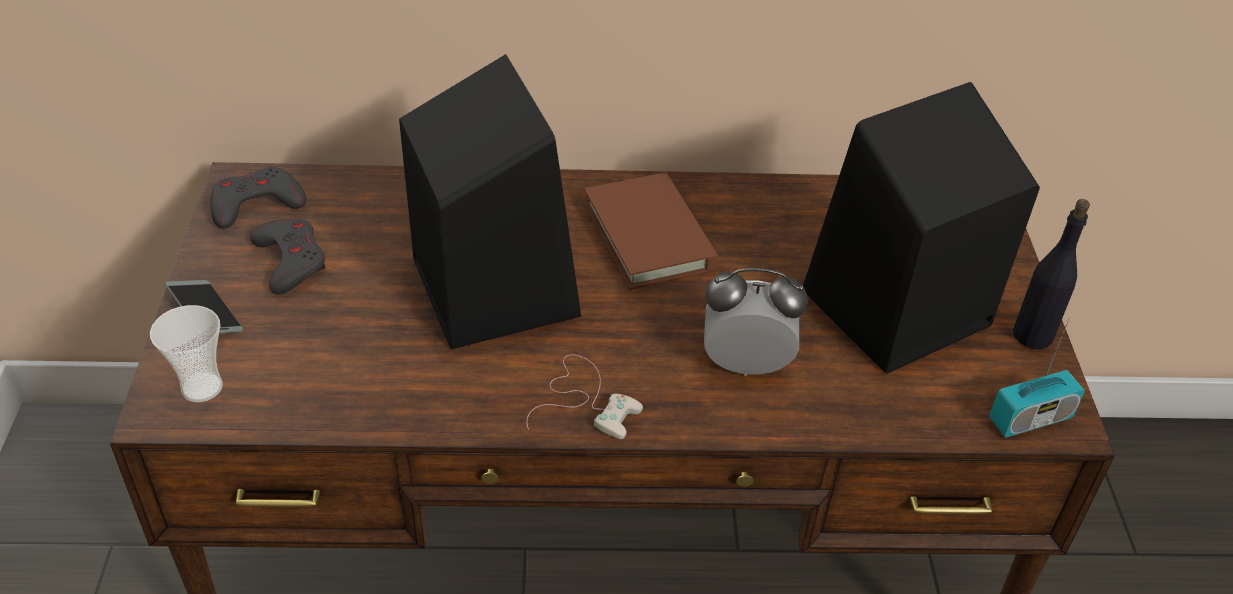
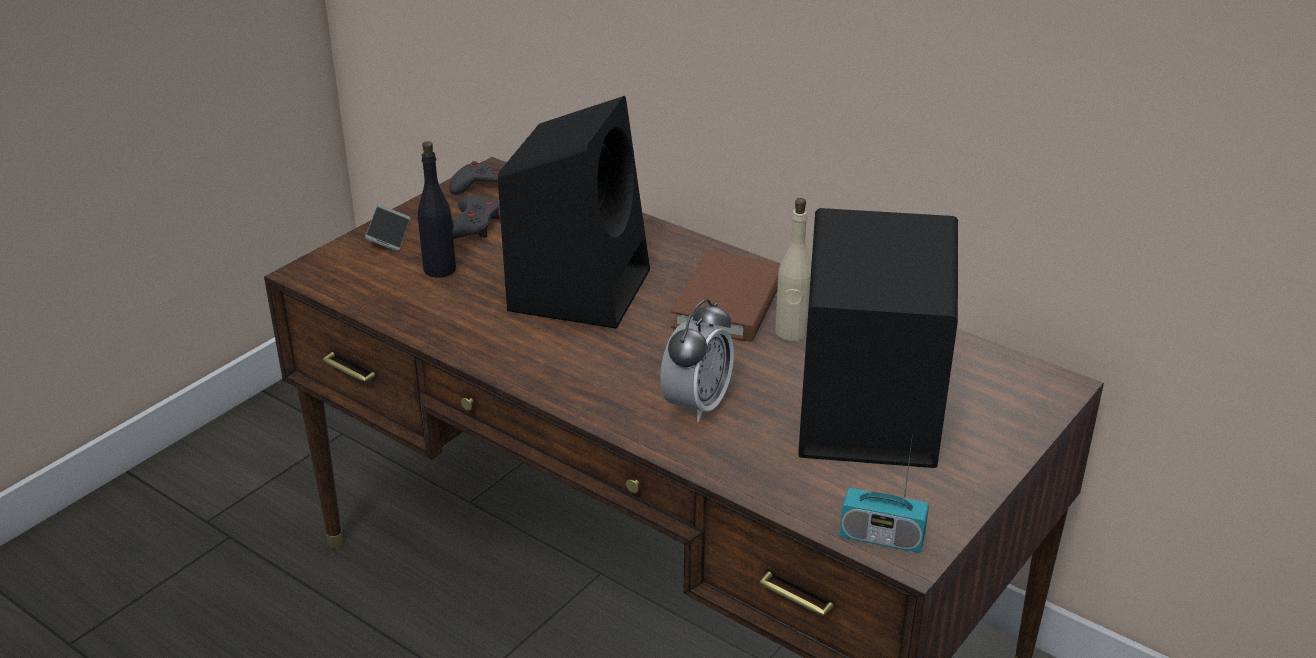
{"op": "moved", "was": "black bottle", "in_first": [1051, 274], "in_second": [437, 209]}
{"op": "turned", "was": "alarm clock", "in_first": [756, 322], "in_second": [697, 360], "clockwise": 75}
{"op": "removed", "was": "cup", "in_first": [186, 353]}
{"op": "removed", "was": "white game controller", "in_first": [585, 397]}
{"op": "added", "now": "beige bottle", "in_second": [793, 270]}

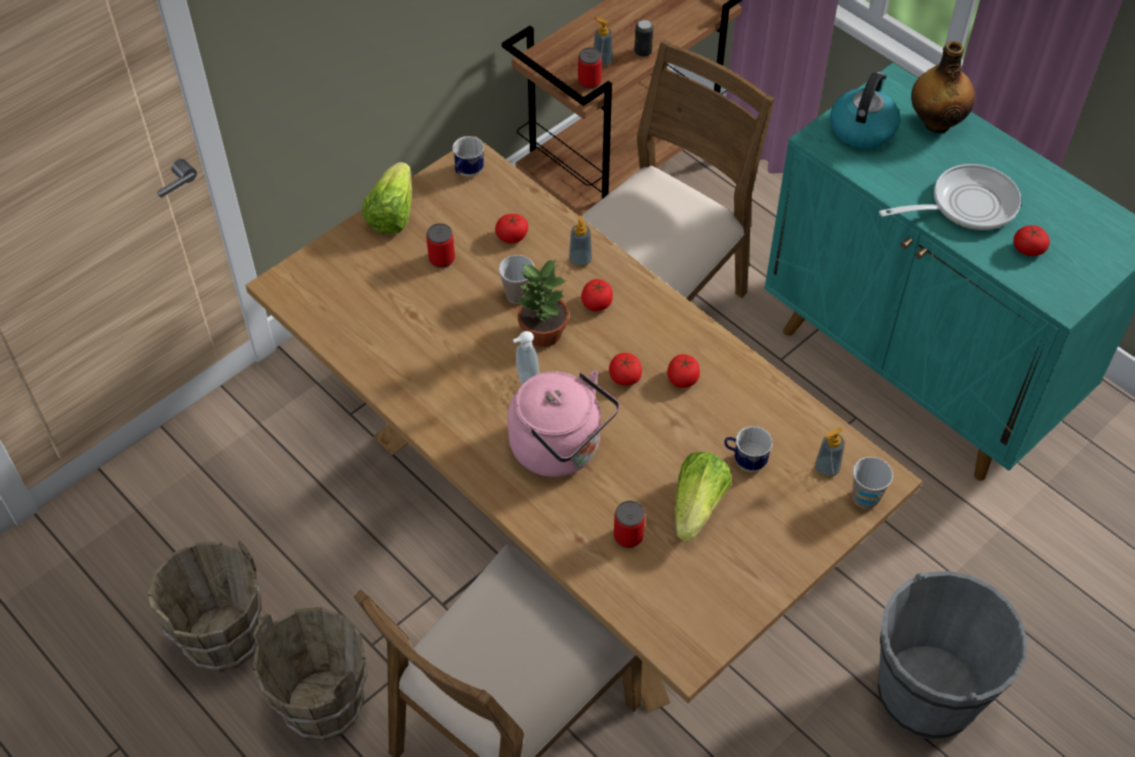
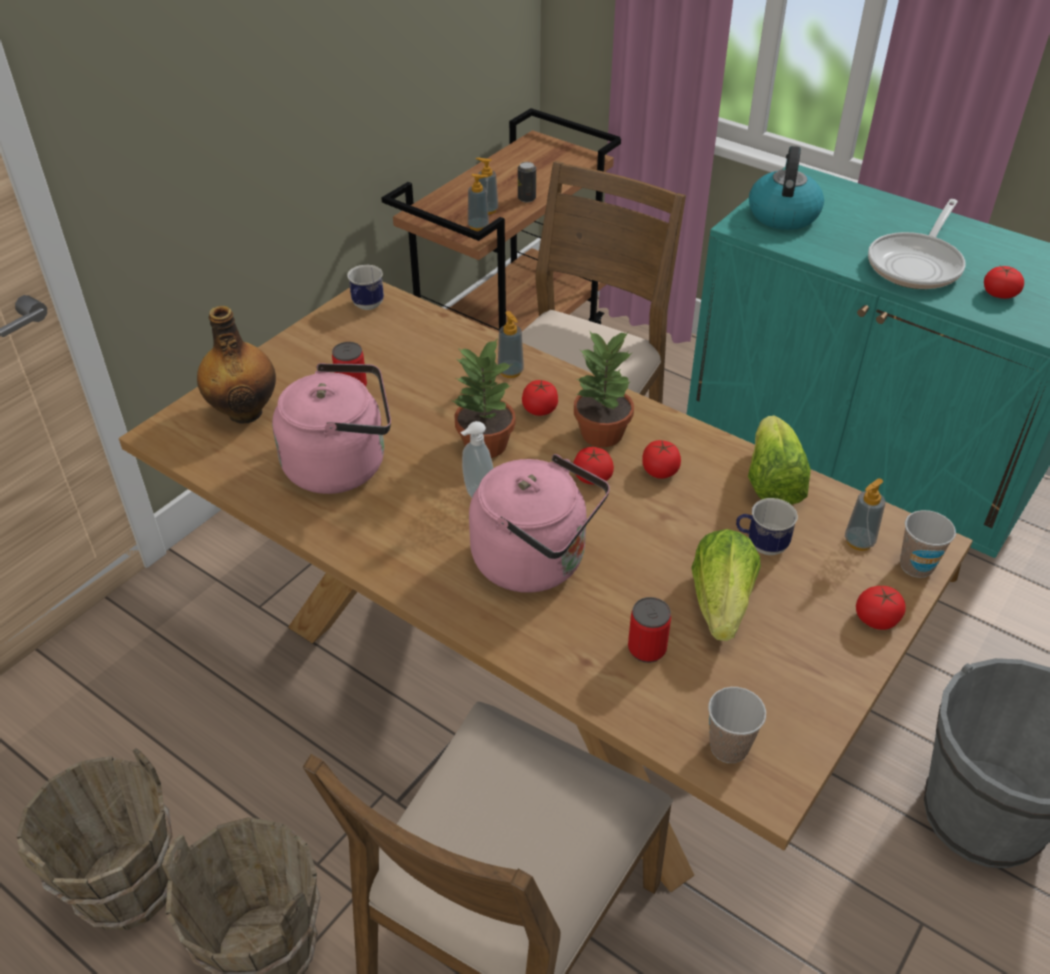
{"op": "moved", "was": "bottle", "in_first": [943, 87], "in_second": [236, 365]}
{"op": "replaced", "was": "can", "now": "soap dispenser", "in_first": [590, 68], "in_second": [478, 202]}
{"op": "moved", "was": "lettuce", "in_first": [387, 198], "in_second": [779, 460]}
{"op": "turned", "was": "frying pan", "in_first": [950, 197], "in_second": [916, 244], "clockwise": 150}
{"op": "moved", "was": "tomato", "in_first": [511, 229], "in_second": [881, 608]}
{"op": "moved", "was": "cup", "in_first": [517, 279], "in_second": [737, 725]}
{"op": "added", "now": "potted plant", "in_second": [604, 388]}
{"op": "added", "now": "pink kettle", "in_second": [331, 428]}

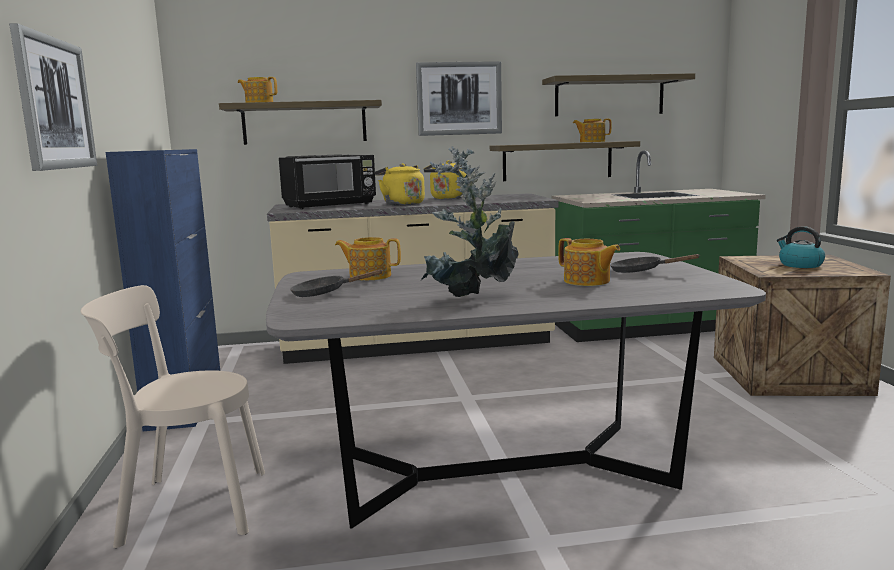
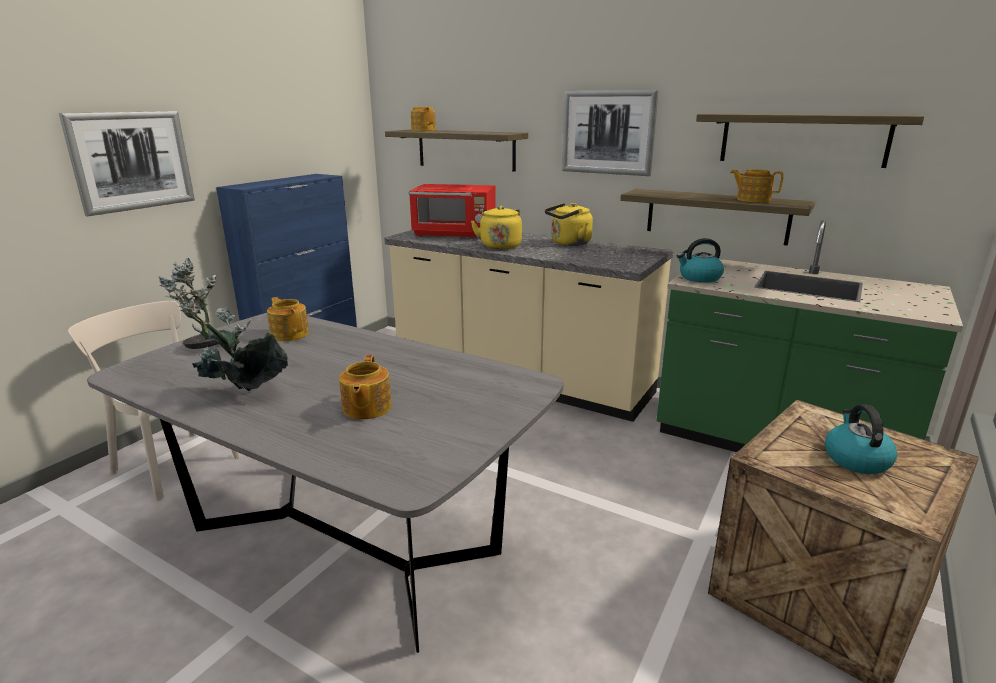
{"op": "recoloured", "was": "black microwave", "now": "red microwave", "in_first": [327, 182], "in_second": [452, 210]}
{"op": "removed", "was": "black frying pan", "in_first": [655, 263]}
{"op": "added", "now": "kettle", "in_second": [700, 260]}

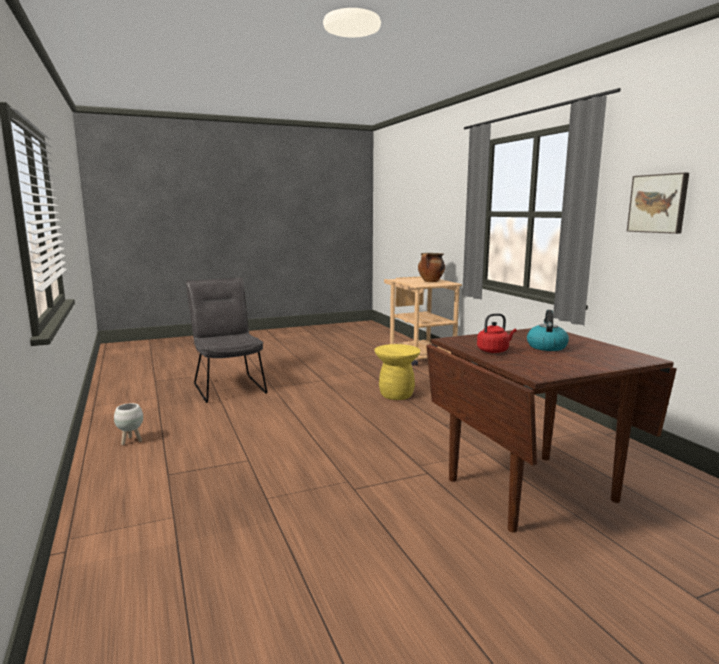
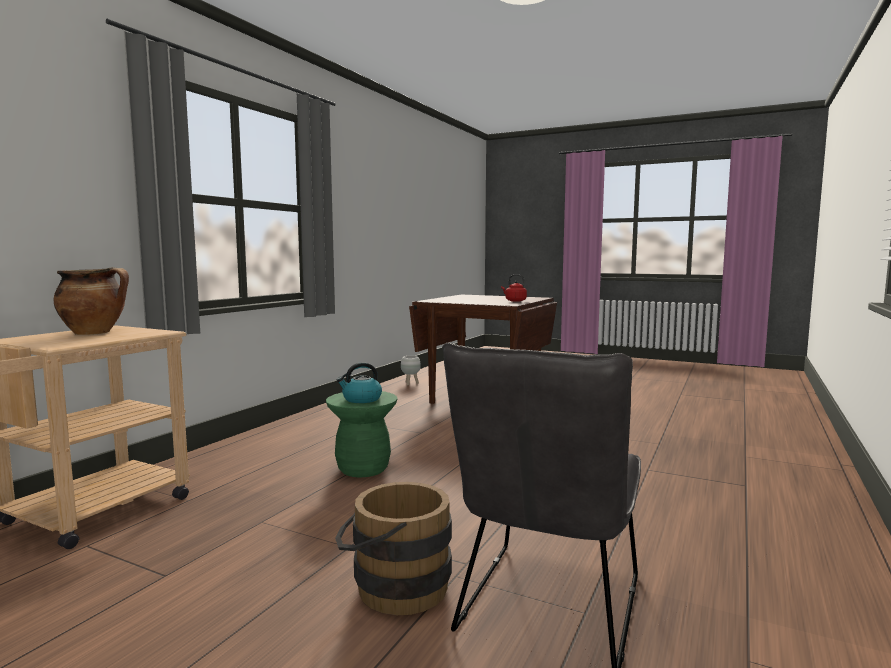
{"op": "removed", "was": "picture", "in_first": [658, 203]}
{"op": "moved", "was": "kettle", "in_first": [548, 330], "in_second": [359, 382]}
{"op": "recoloured", "was": "yellow stool", "now": "green stool", "in_first": [397, 372], "in_second": [362, 434]}
{"op": "moved", "was": "white planter", "in_first": [128, 424], "in_second": [411, 370]}
{"op": "added", "now": "brown bucket", "in_second": [393, 548]}

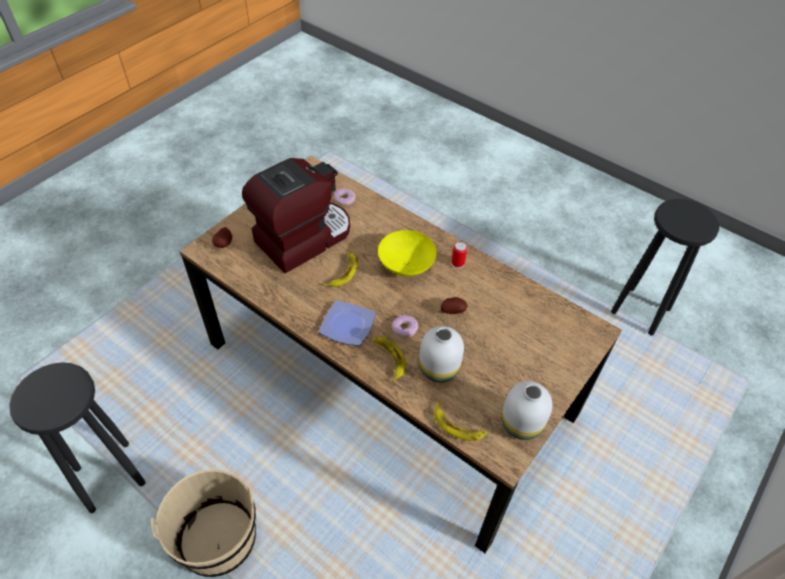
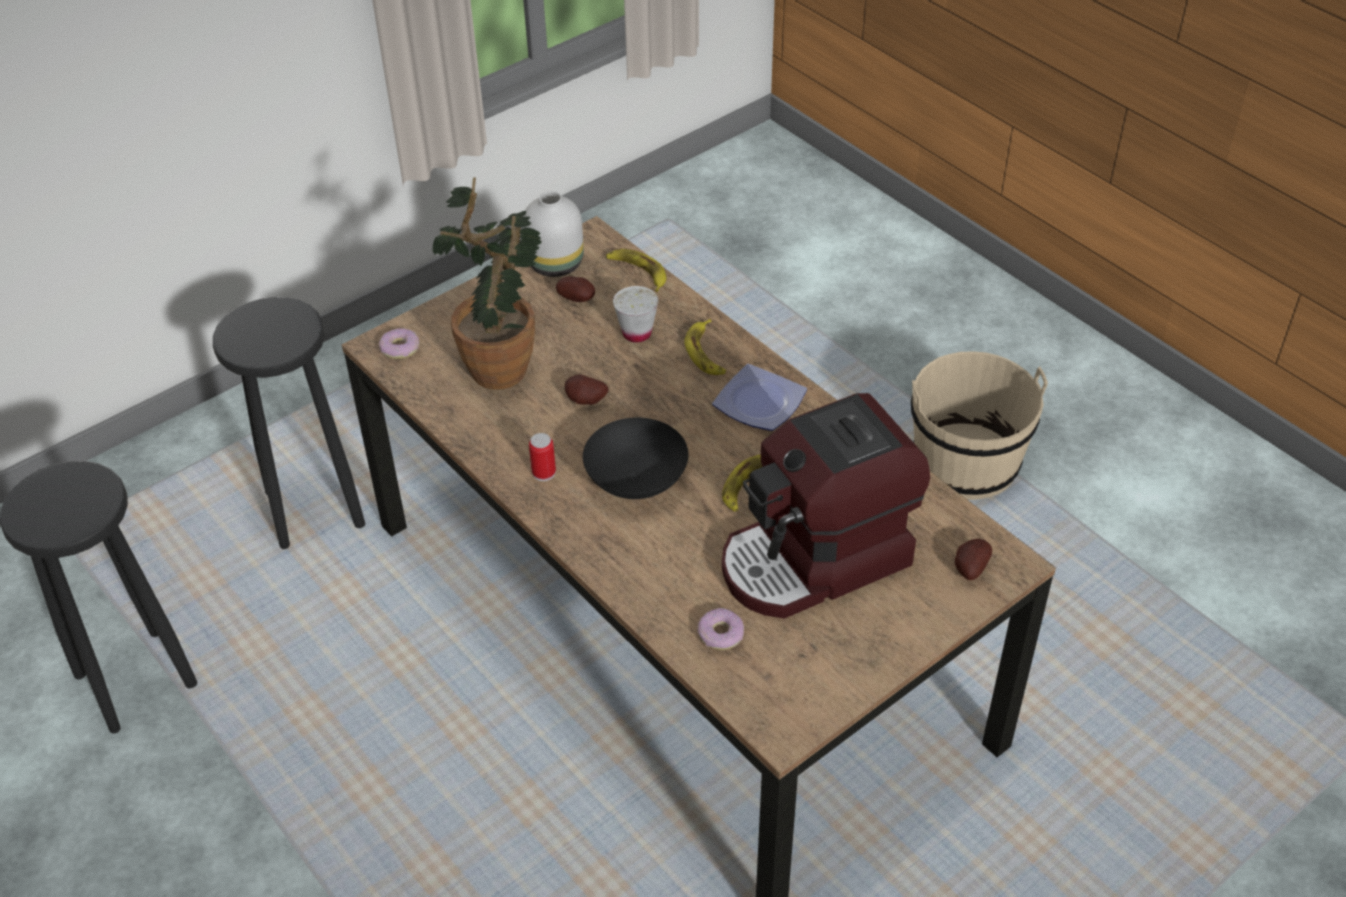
{"op": "recoloured", "was": "yellow bowl", "now": "black bowl", "in_first": [407, 253], "in_second": [635, 458]}
{"op": "moved", "was": "donut", "in_first": [405, 326], "in_second": [399, 343]}
{"op": "replaced", "was": "white vase", "now": "white cup", "in_first": [441, 354], "in_second": [635, 314]}
{"op": "moved", "was": "black stool", "in_first": [77, 437], "in_second": [289, 423]}
{"op": "added", "now": "potted plant", "in_second": [487, 283]}
{"op": "added", "now": "potato", "in_second": [575, 289]}

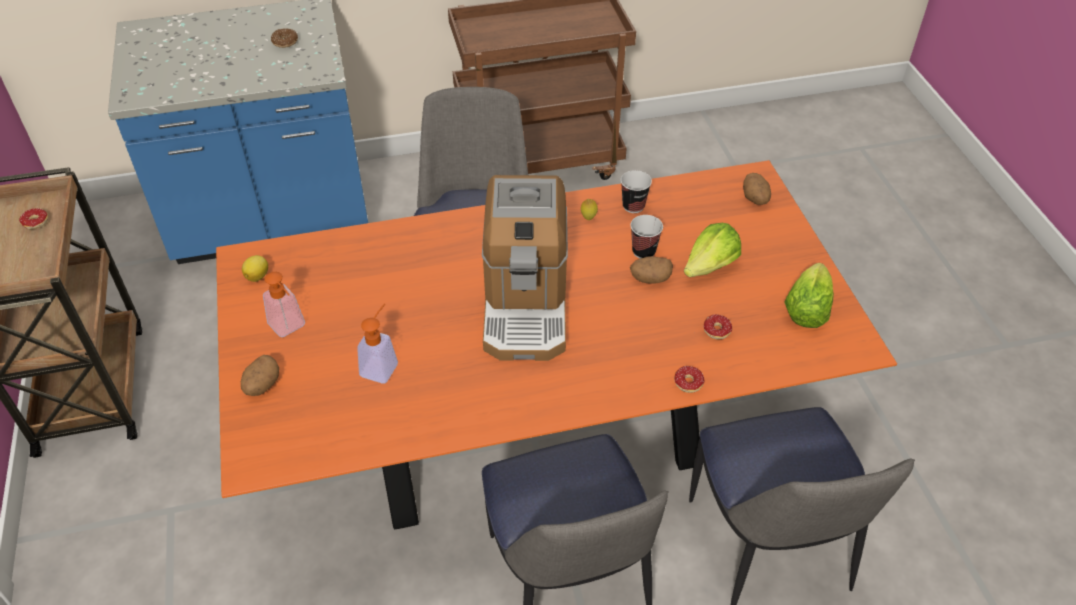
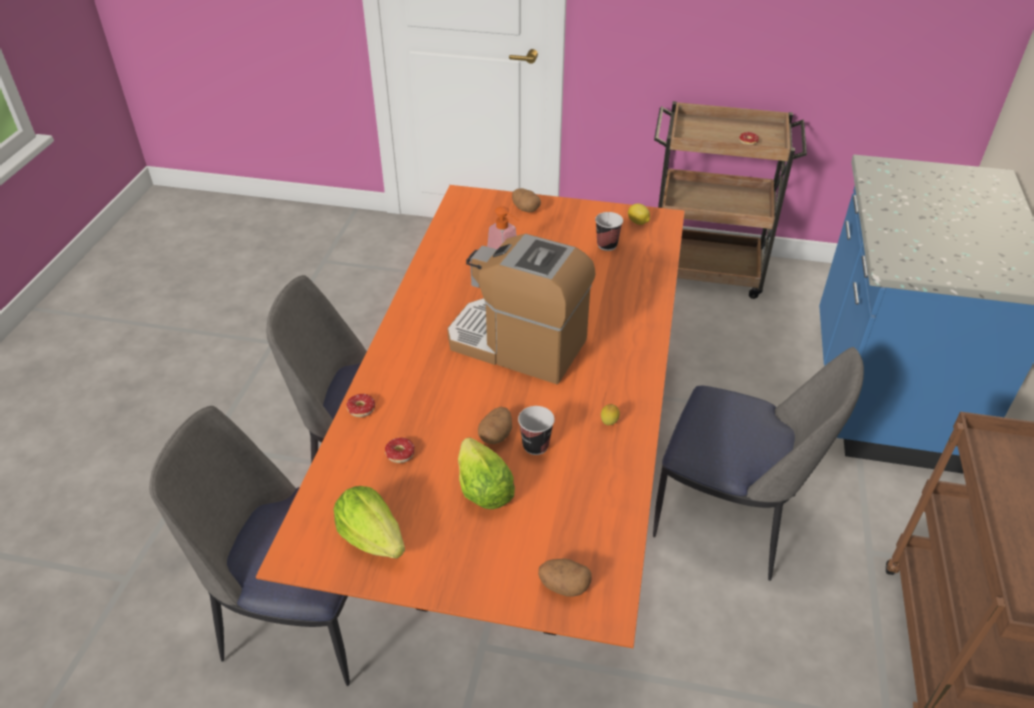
{"op": "removed", "was": "donut", "in_first": [284, 38]}
{"op": "moved", "was": "cup", "in_first": [636, 191], "in_second": [609, 231]}
{"op": "removed", "was": "soap dispenser", "in_first": [284, 304]}

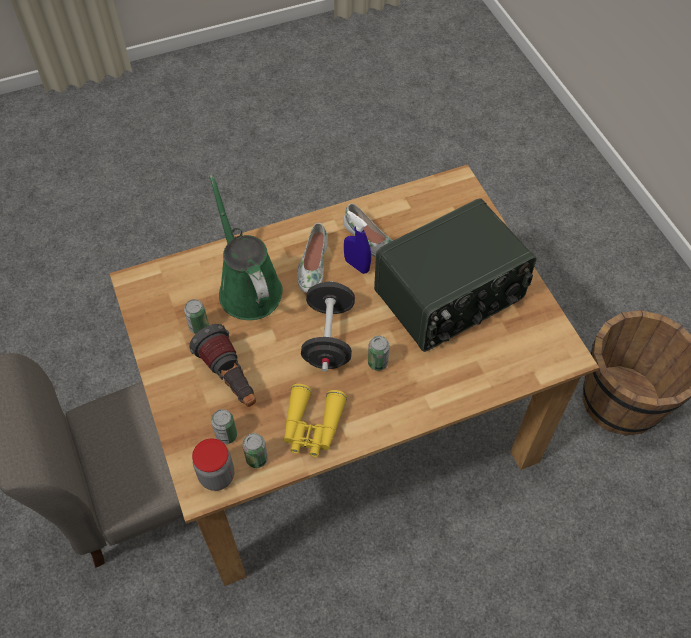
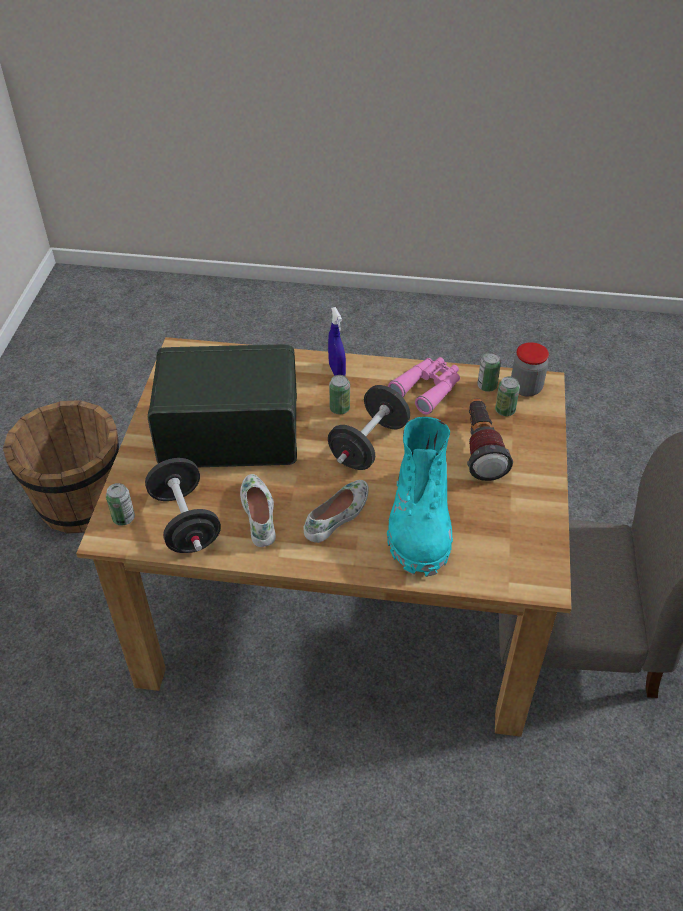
{"op": "replaced", "was": "green watering can", "now": "turquoise boot", "in_first": [246, 247], "in_second": [420, 497]}
{"op": "moved", "was": "blue spray bottle", "in_first": [357, 242], "in_second": [337, 341]}
{"op": "moved", "was": "can", "in_first": [196, 316], "in_second": [120, 504]}
{"op": "recoloured", "was": "yellow binoculars", "now": "pink binoculars", "in_first": [315, 420], "in_second": [424, 386]}
{"op": "added", "now": "black dumbbell", "in_second": [183, 505]}

